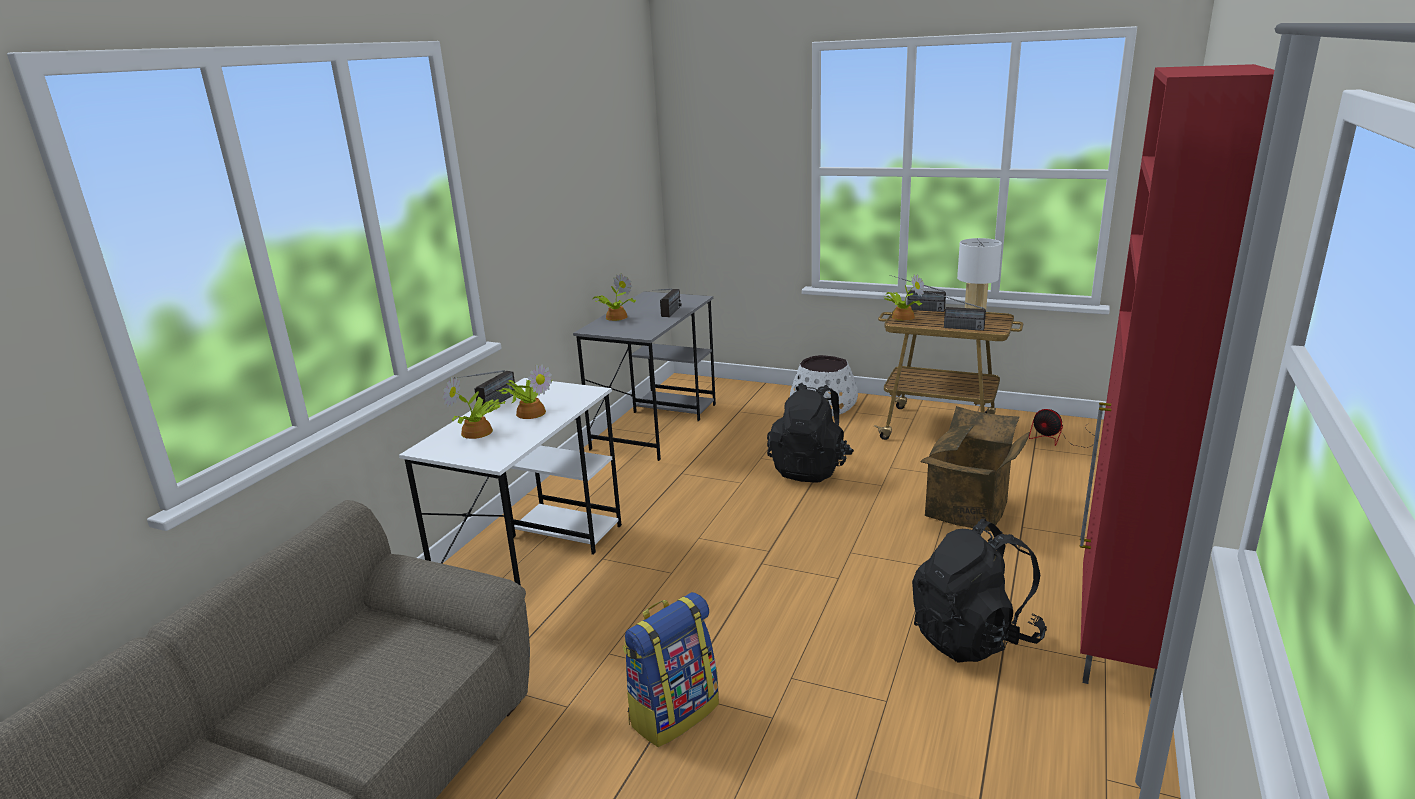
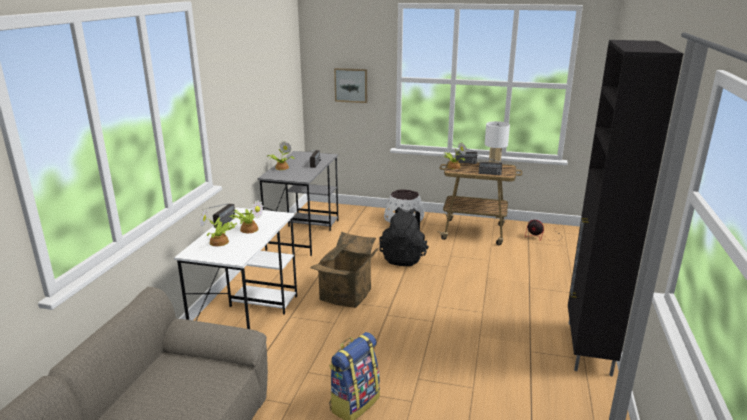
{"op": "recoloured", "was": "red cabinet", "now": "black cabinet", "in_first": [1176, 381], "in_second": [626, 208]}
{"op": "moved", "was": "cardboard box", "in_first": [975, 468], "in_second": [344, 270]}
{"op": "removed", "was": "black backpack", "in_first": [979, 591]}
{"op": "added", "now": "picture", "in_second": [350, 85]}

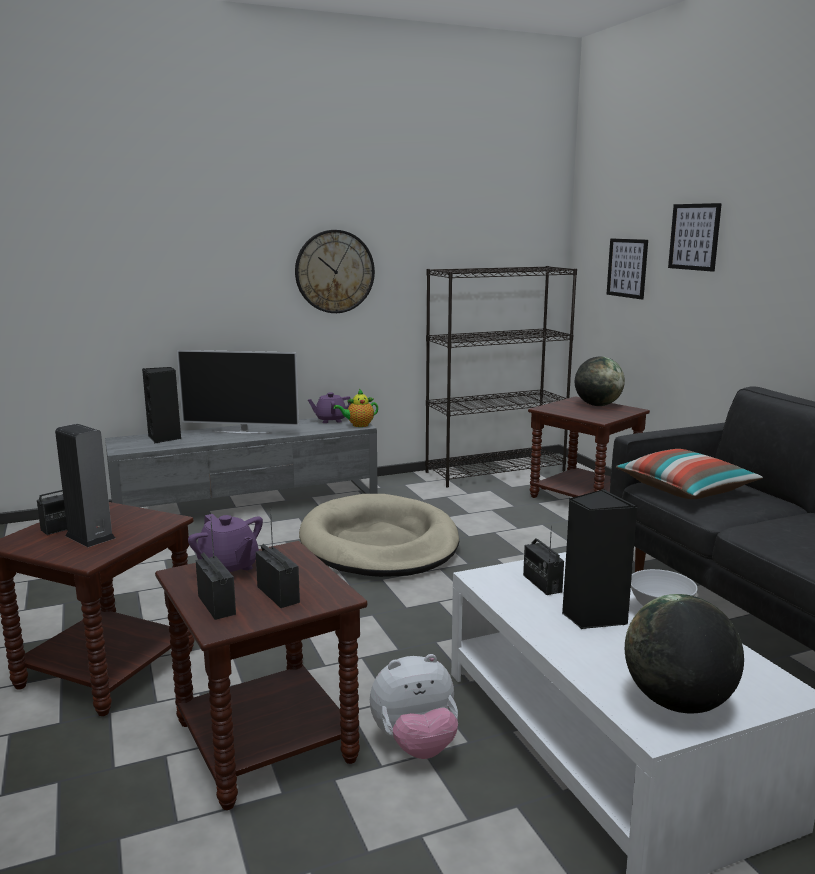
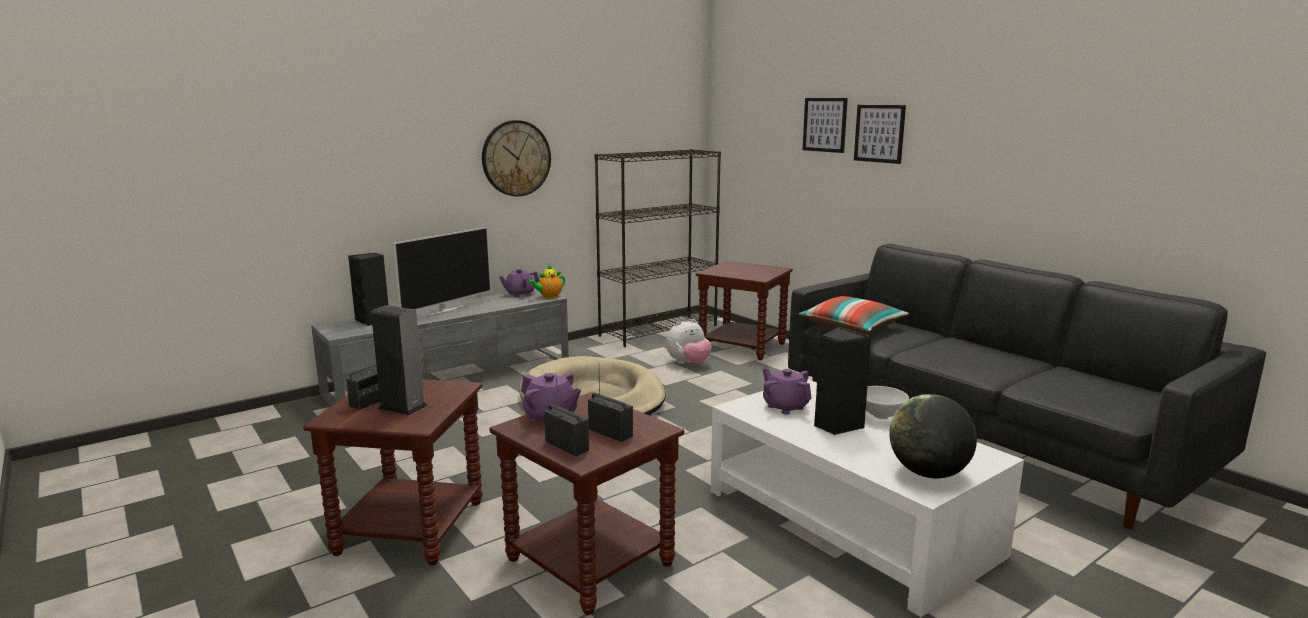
{"op": "moved", "was": "picture", "in_first": [627, 269], "in_second": [880, 134]}
{"op": "turned", "was": "television", "in_first": [238, 392], "in_second": [442, 272], "clockwise": -45}
{"op": "removed", "was": "globe", "in_first": [600, 381]}
{"op": "replaced", "was": "radio", "now": "purple teapot", "in_first": [543, 560], "in_second": [787, 391]}
{"op": "moved", "was": "plush toy", "in_first": [414, 706], "in_second": [689, 341]}

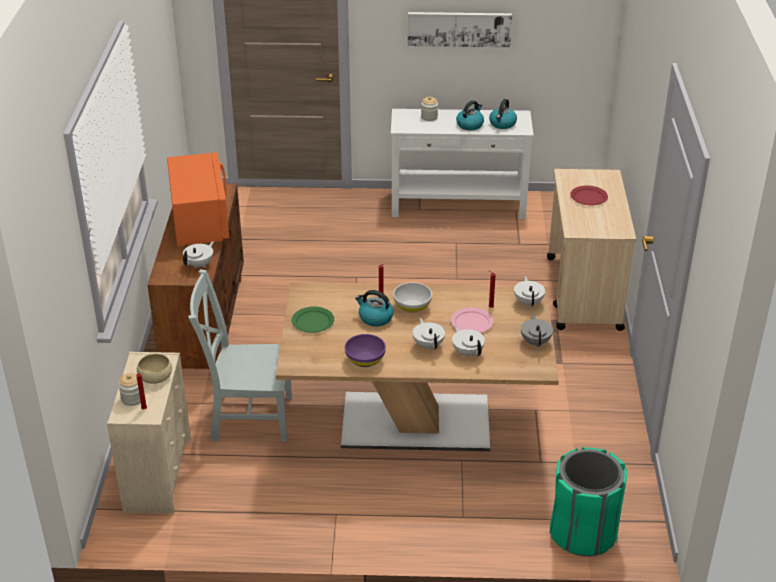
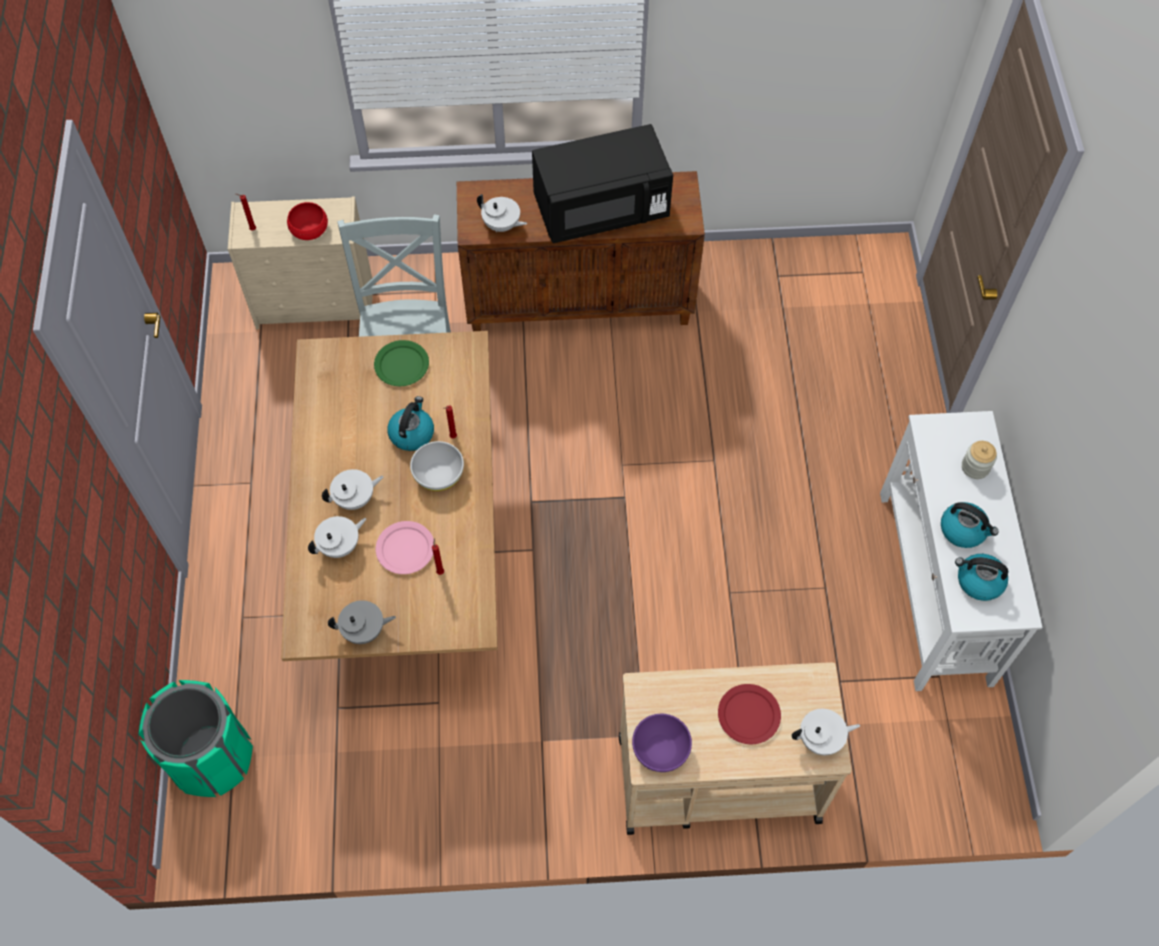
{"op": "removed", "was": "picture", "in_first": [460, 29]}
{"op": "recoloured", "was": "orange microwave", "now": "black microwave", "in_first": [198, 199], "in_second": [602, 183]}
{"op": "moved", "was": "white teapot", "in_first": [529, 291], "in_second": [826, 732]}
{"op": "moved", "was": "purple bowl", "in_first": [365, 350], "in_second": [662, 743]}
{"op": "recoloured", "was": "beige bowl", "now": "red bowl", "in_first": [154, 369], "in_second": [307, 221]}
{"op": "removed", "was": "jar", "in_first": [129, 389]}

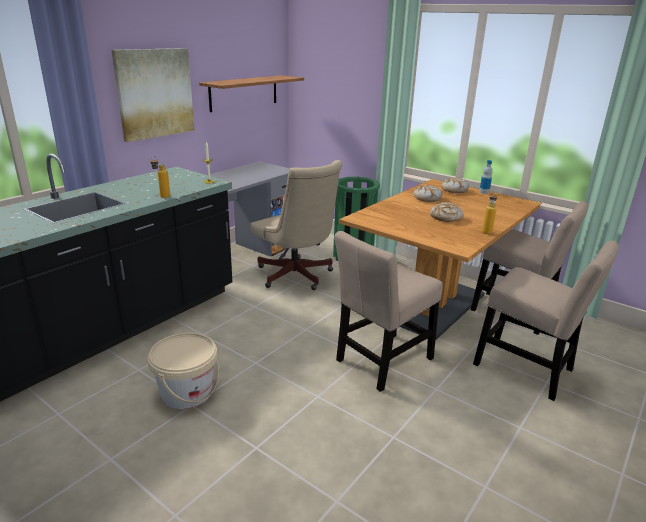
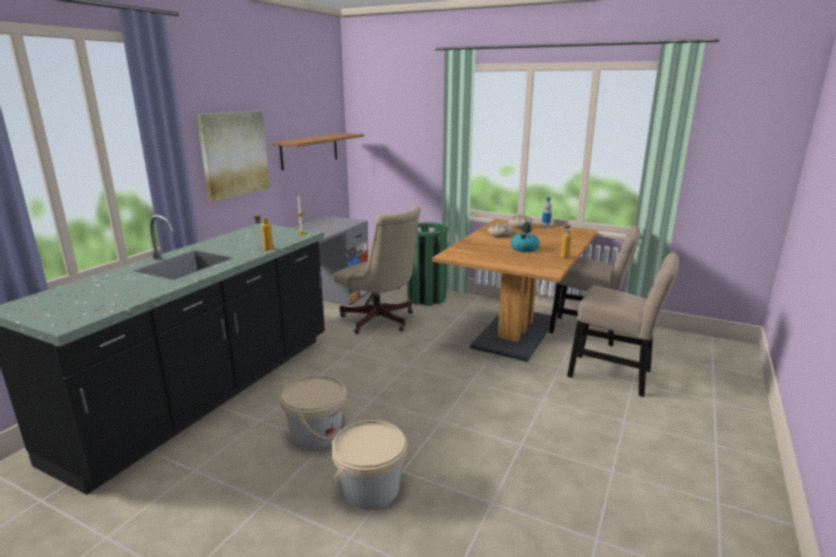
{"op": "replaced", "was": "bread", "now": "kettle", "in_first": [446, 212], "in_second": [525, 237]}
{"op": "removed", "was": "beige chair", "in_first": [388, 311]}
{"op": "added", "now": "beige bucket", "in_second": [368, 465]}

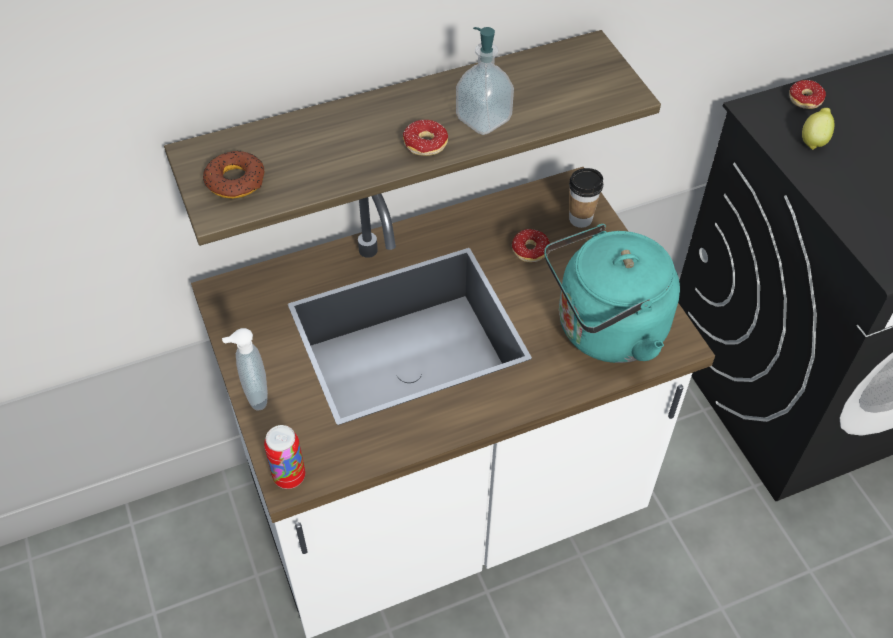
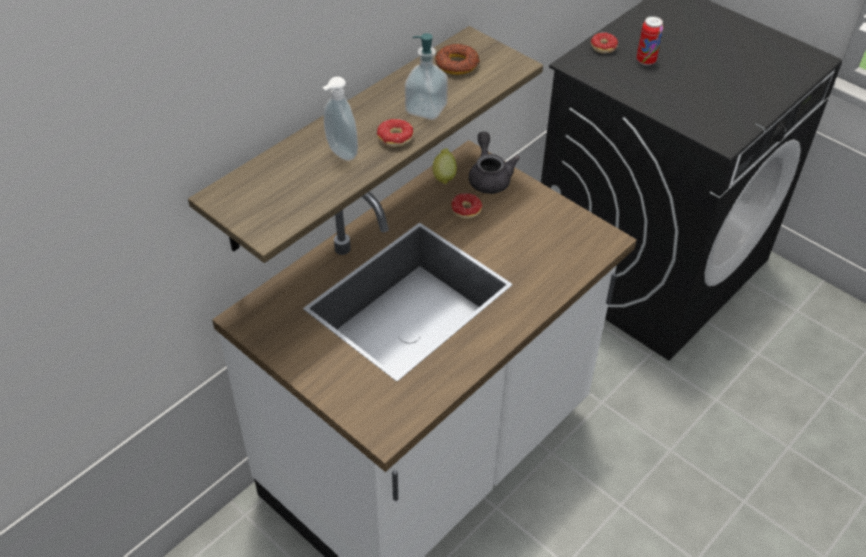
{"op": "moved", "was": "lemon", "in_first": [818, 129], "in_second": [444, 166]}
{"op": "moved", "was": "donut", "in_first": [233, 175], "in_second": [457, 59]}
{"op": "replaced", "was": "cup", "now": "grey teapot", "in_first": [586, 198], "in_second": [494, 163]}
{"op": "removed", "was": "turquoise kettle", "in_first": [612, 293]}
{"op": "moved", "was": "soap dispenser", "in_first": [245, 369], "in_second": [340, 119]}
{"op": "moved", "was": "can", "in_first": [284, 457], "in_second": [649, 41]}

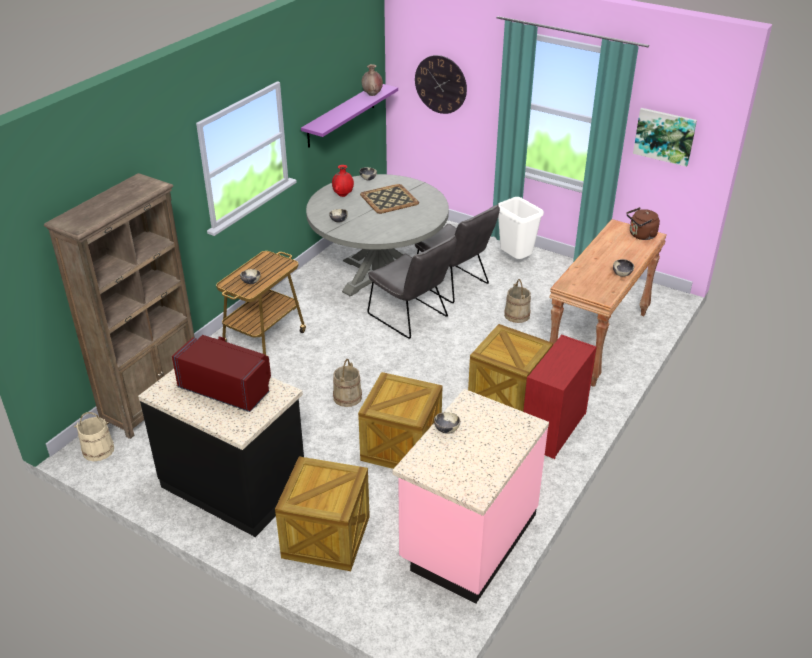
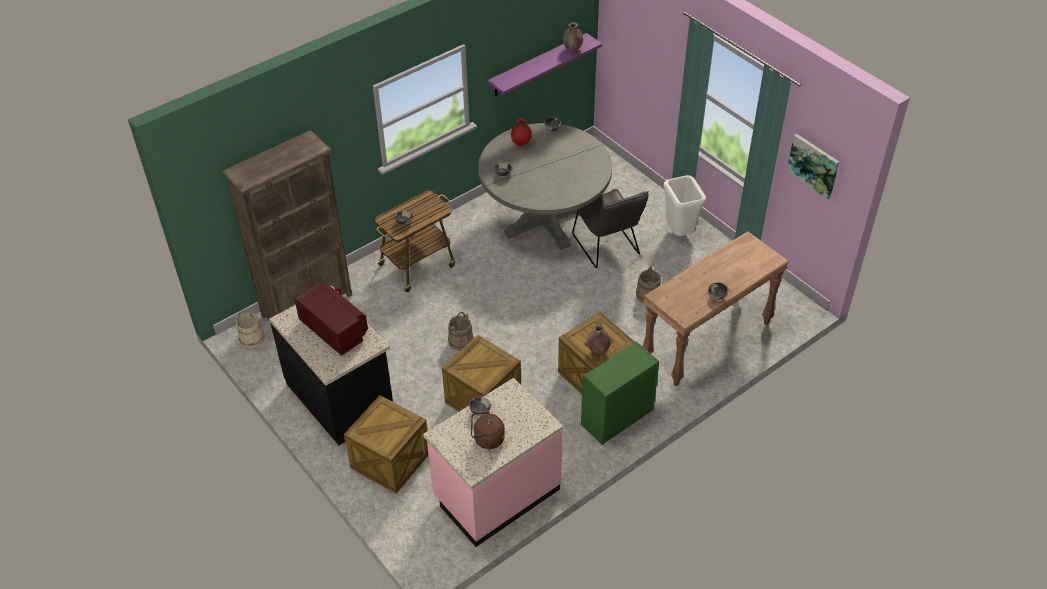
{"op": "removed", "was": "wall clock", "in_first": [441, 84]}
{"op": "removed", "was": "tray", "in_first": [389, 199]}
{"op": "moved", "was": "brown kettle", "in_first": [643, 223], "in_second": [488, 430]}
{"op": "removed", "was": "grey chair", "in_first": [412, 287]}
{"op": "recoloured", "was": "red dresser", "now": "green dresser", "in_first": [560, 396], "in_second": [620, 393]}
{"op": "added", "now": "brown vase", "in_second": [598, 339]}

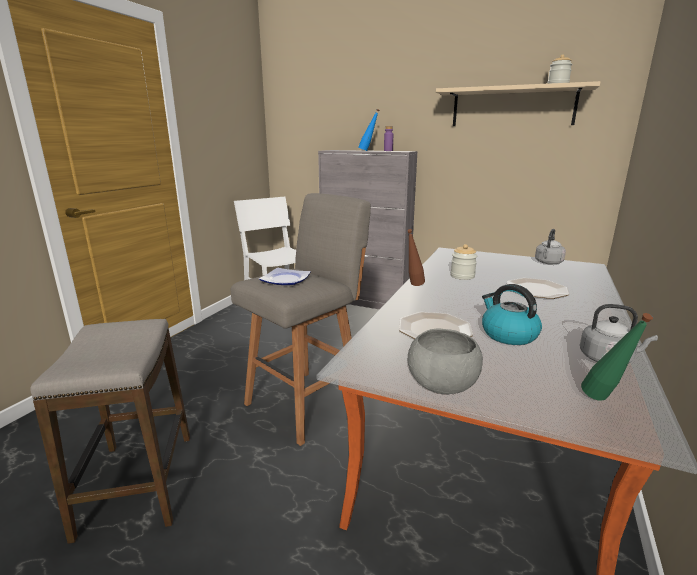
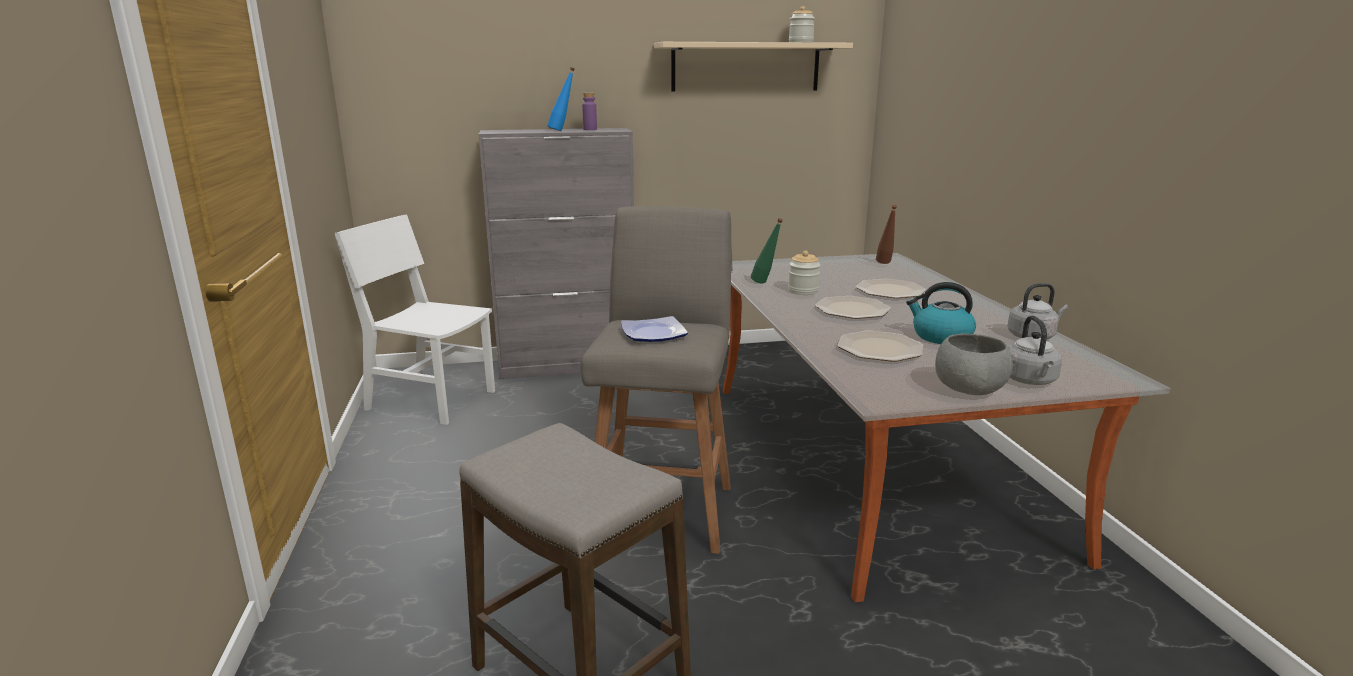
{"op": "moved", "was": "brown bottle", "in_first": [416, 257], "in_second": [886, 234]}
{"op": "moved", "was": "grey kettle", "in_first": [550, 247], "in_second": [1035, 350]}
{"op": "moved", "was": "green bottle", "in_first": [617, 357], "in_second": [767, 250]}
{"op": "added", "now": "plate", "in_second": [853, 307]}

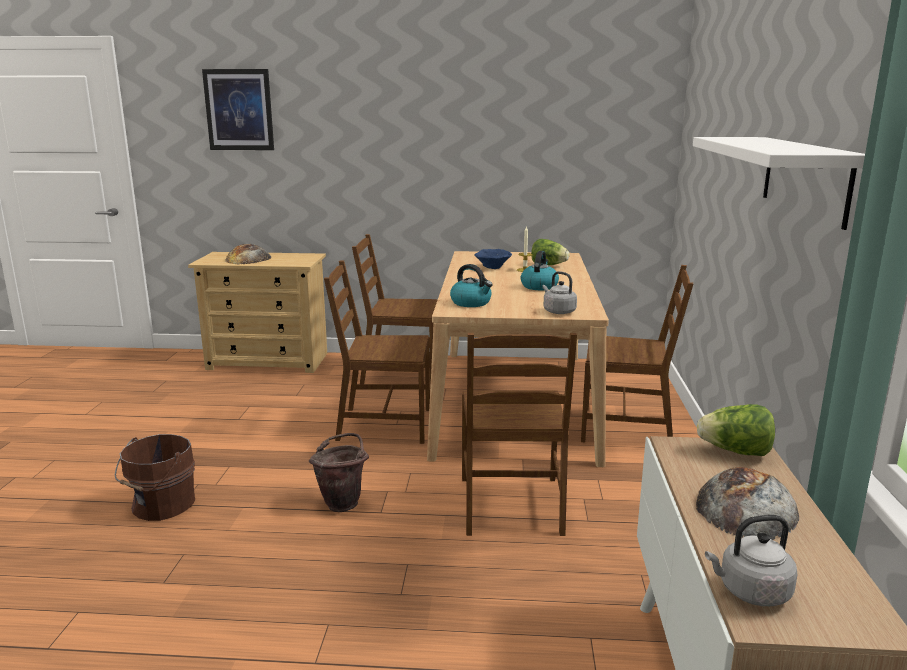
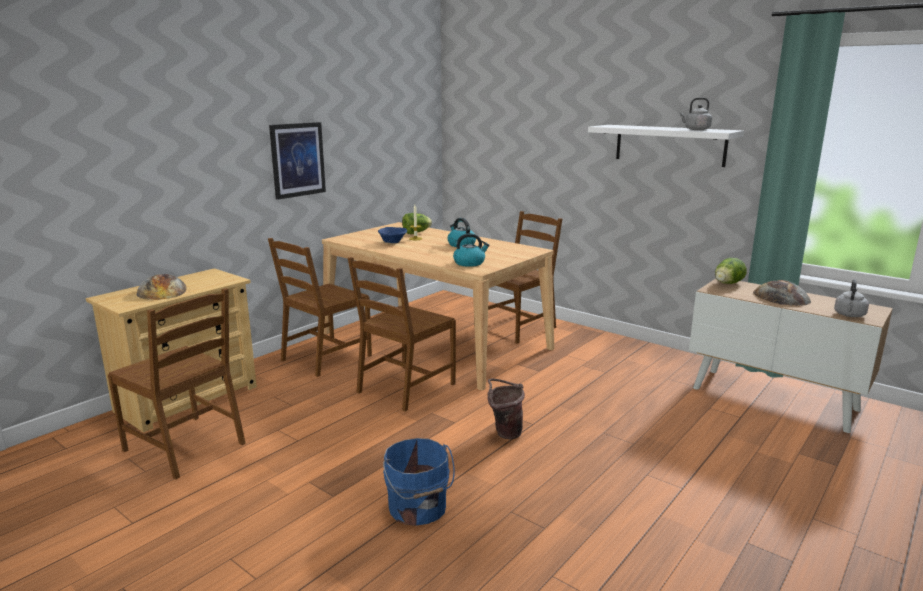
{"op": "moved", "was": "picture", "in_first": [238, 109], "in_second": [297, 161]}
{"op": "moved", "was": "grey kettle", "in_first": [559, 292], "in_second": [695, 114]}
{"op": "moved", "was": "brown chair", "in_first": [519, 434], "in_second": [177, 383]}
{"op": "recoloured", "was": "brown bucket", "now": "blue bucket", "in_first": [155, 477], "in_second": [419, 482]}

